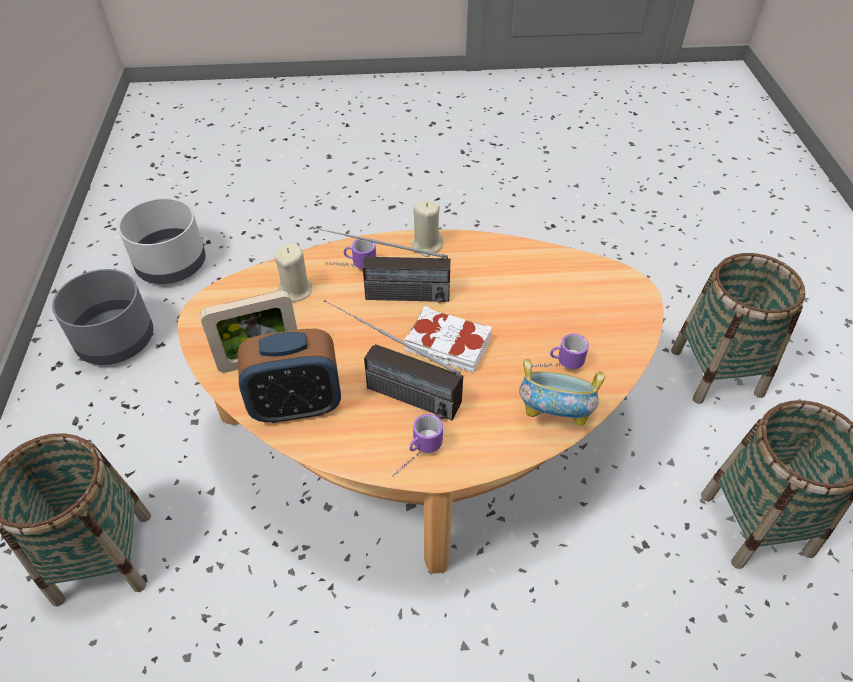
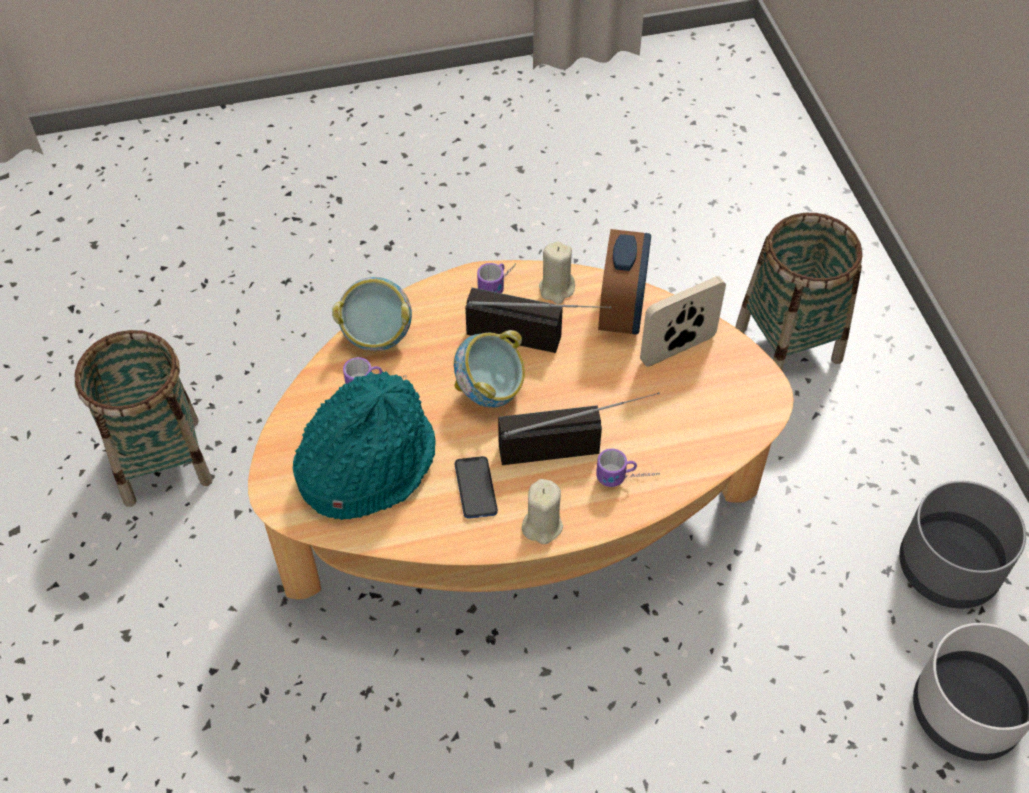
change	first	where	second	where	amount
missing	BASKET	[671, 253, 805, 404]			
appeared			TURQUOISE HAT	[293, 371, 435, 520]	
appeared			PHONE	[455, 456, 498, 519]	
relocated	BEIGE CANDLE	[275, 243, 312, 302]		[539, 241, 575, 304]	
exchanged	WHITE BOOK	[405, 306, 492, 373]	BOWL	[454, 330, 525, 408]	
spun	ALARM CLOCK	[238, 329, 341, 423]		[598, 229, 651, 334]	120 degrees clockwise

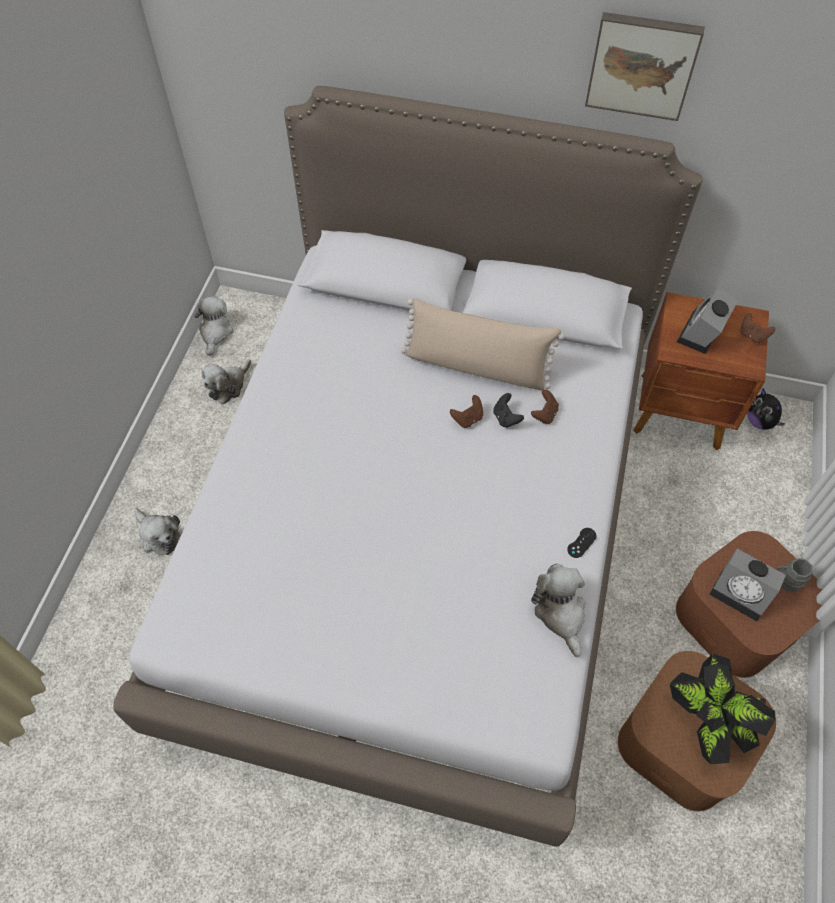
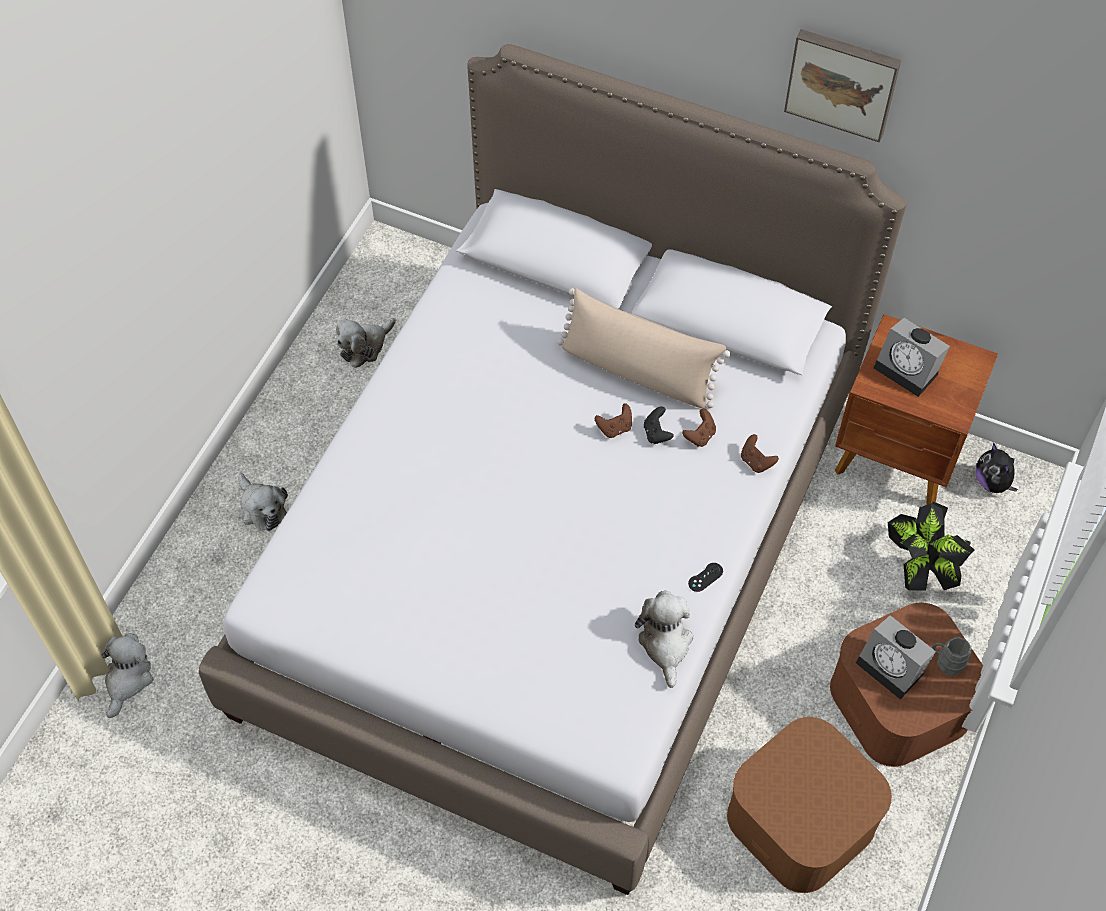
change	first	where	second	where	amount
relocated	PLUSH TOY	[194, 296, 234, 356]		[101, 634, 153, 718]	
relocated	POTTED PLANT	[670, 653, 776, 764]		[888, 502, 975, 591]	
relocated	BROWN GAME CONTROLLER	[740, 313, 775, 343]		[741, 434, 779, 473]	
spun	ALARM CLOCK	[677, 287, 737, 354]		[874, 318, 950, 397]	90 degrees counterclockwise

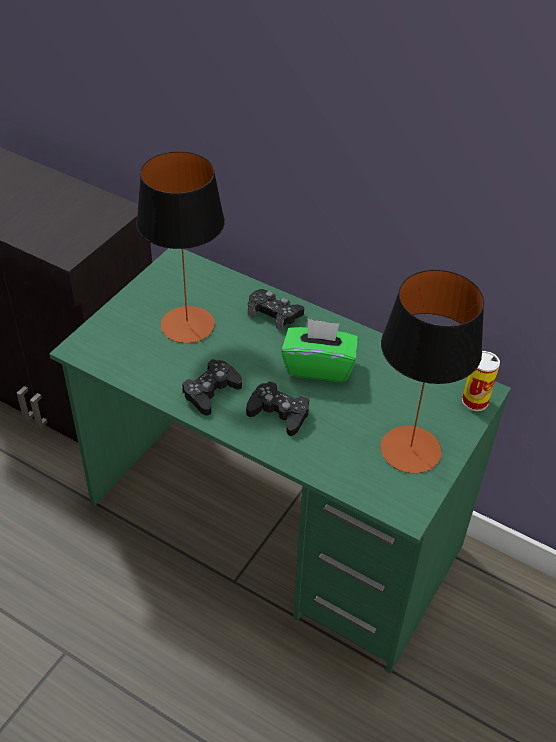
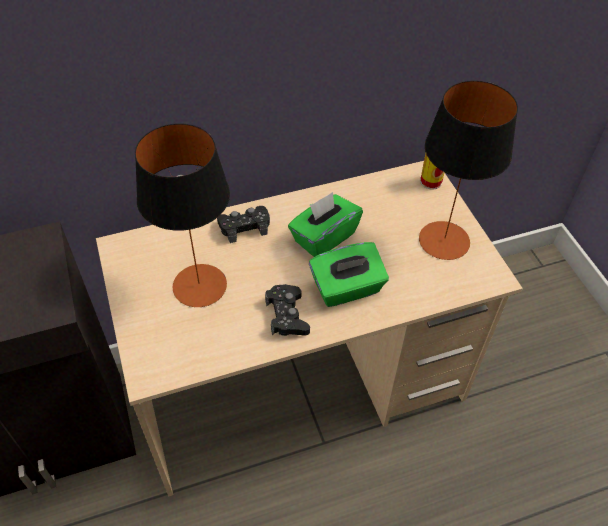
change	first	where	second	where	amount
exchanged	BLACK GAME CONTROLLER	[246, 381, 309, 436]	GREEN TISSUE BOX	[309, 242, 389, 307]	
colour	GREEN DESK	[49, 248, 511, 674]	BEIGE DESK	[96, 161, 523, 497]	

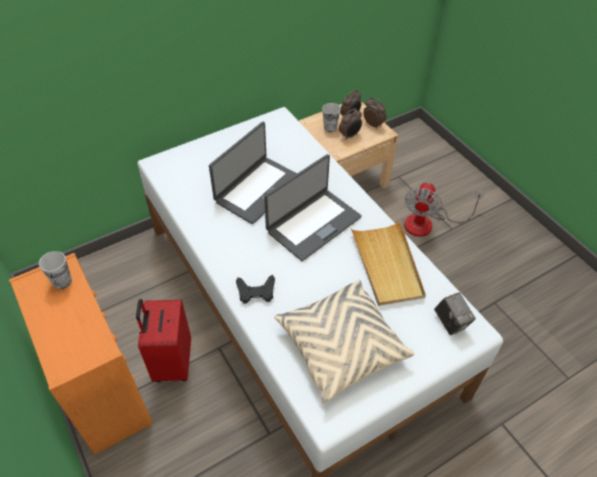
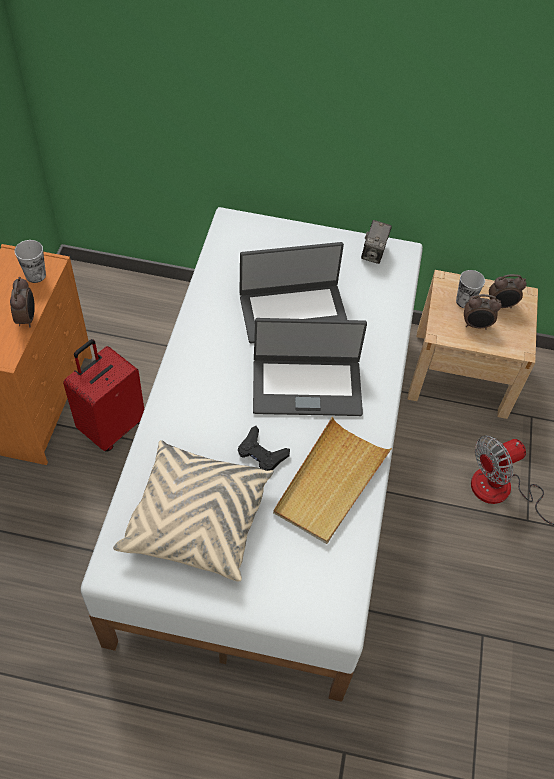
change	first	where	second	where	amount
relocated	BLACK GAME CONTROLLER	[236, 275, 275, 304]		[238, 426, 290, 471]	
relocated	ALARM CLOCK	[363, 97, 386, 129]		[10, 277, 35, 328]	
relocated	PHOTO CAMERA	[434, 292, 476, 335]		[361, 220, 392, 264]	

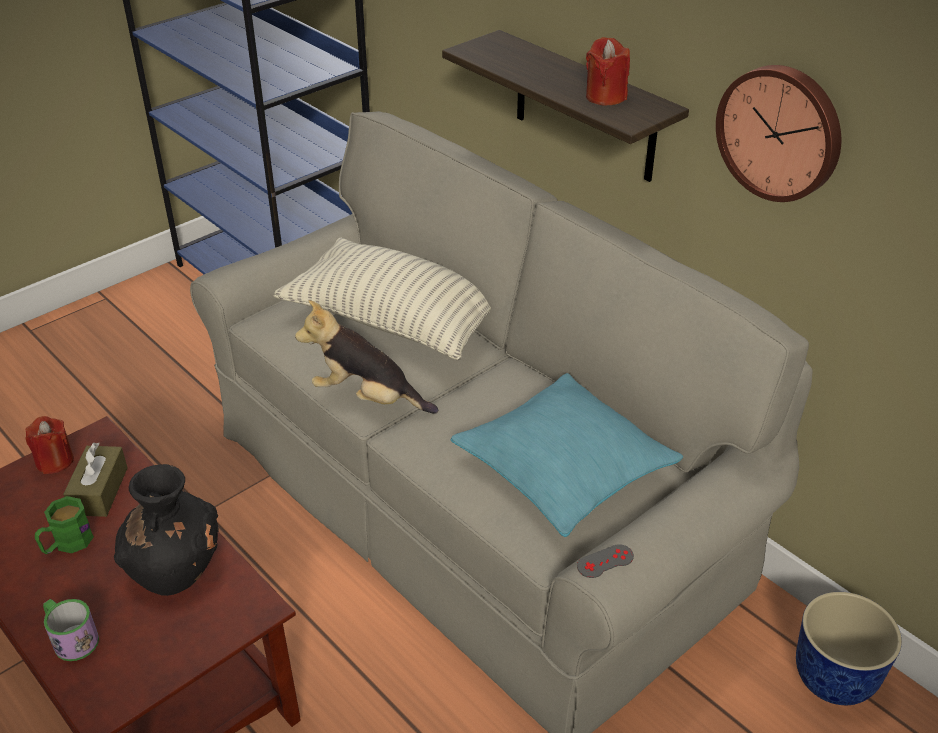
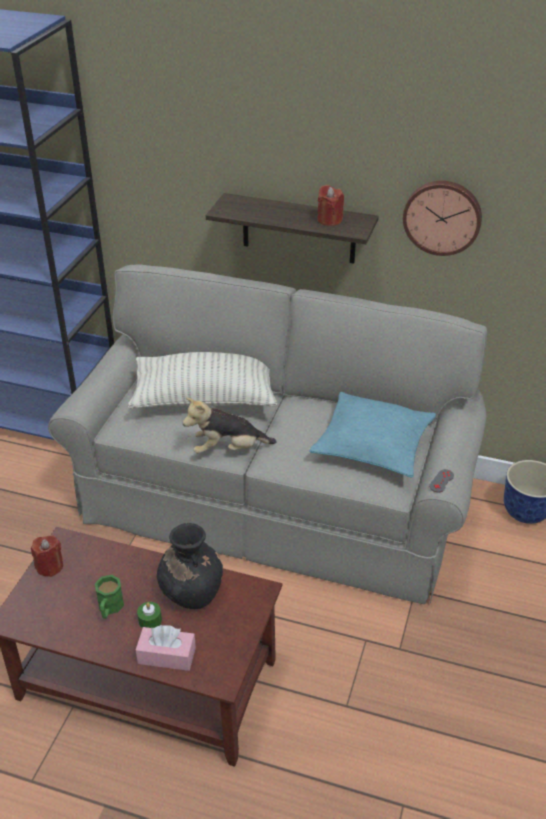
change	first	where	second	where	amount
missing	BROWN TISSUE BOX	[63, 443, 128, 517]			
appeared			GREEN CANDLE	[137, 602, 162, 628]	
exchanged	MUG	[43, 599, 99, 661]	PINK TISSUE BOX	[136, 625, 196, 671]	

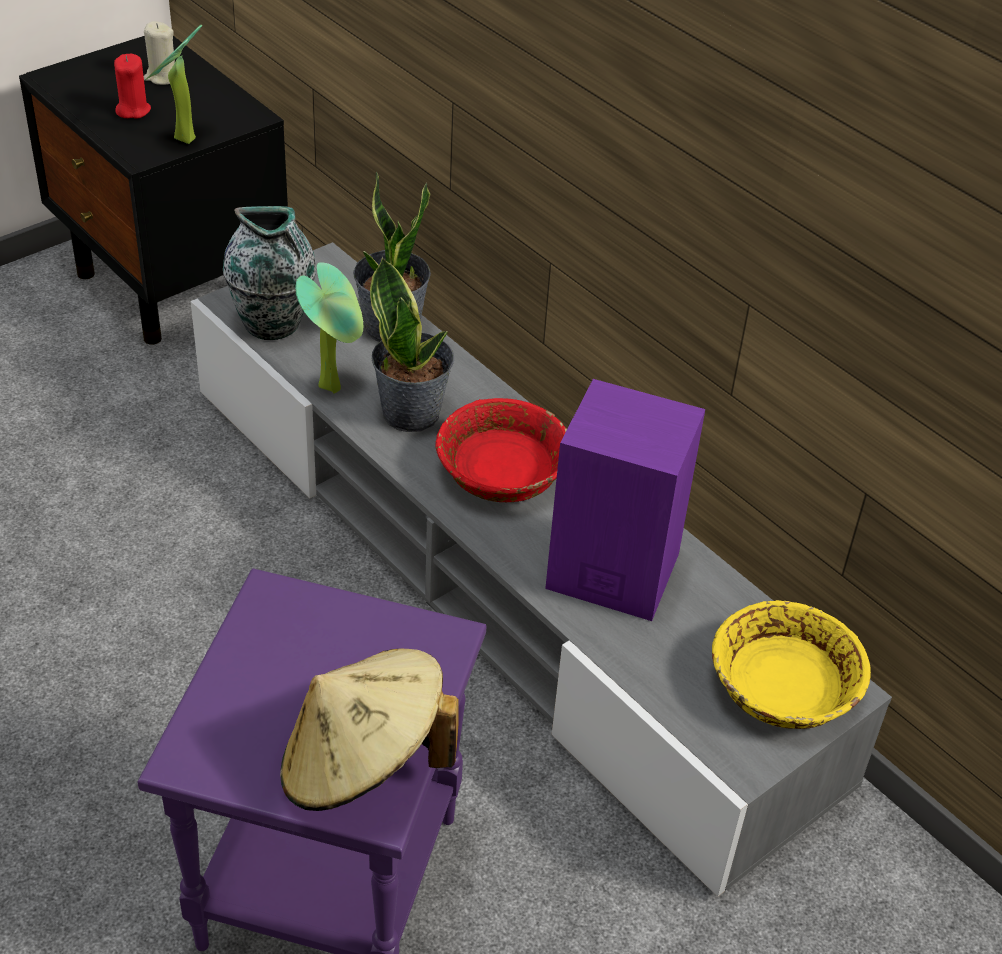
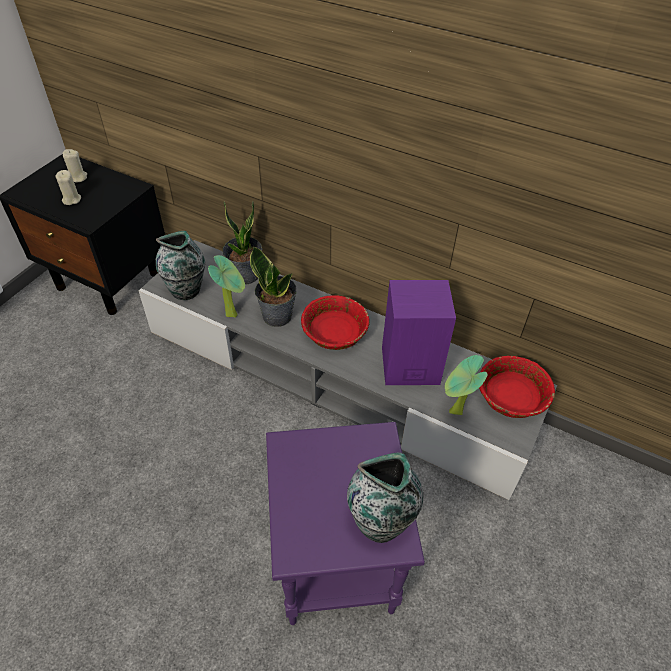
change	first	where	second	where	amount
relocated	POTTED PLANT	[145, 24, 202, 144]		[445, 355, 488, 415]	
exchanged	BEIGE HAT	[280, 648, 458, 811]	VASE	[347, 452, 423, 543]	
colour	RED CANDLE	[114, 54, 151, 119]	BEIGE CANDLE	[56, 170, 81, 205]	
colour	YELLOW BOWL	[712, 600, 871, 729]	RED BOWL	[479, 356, 555, 418]	

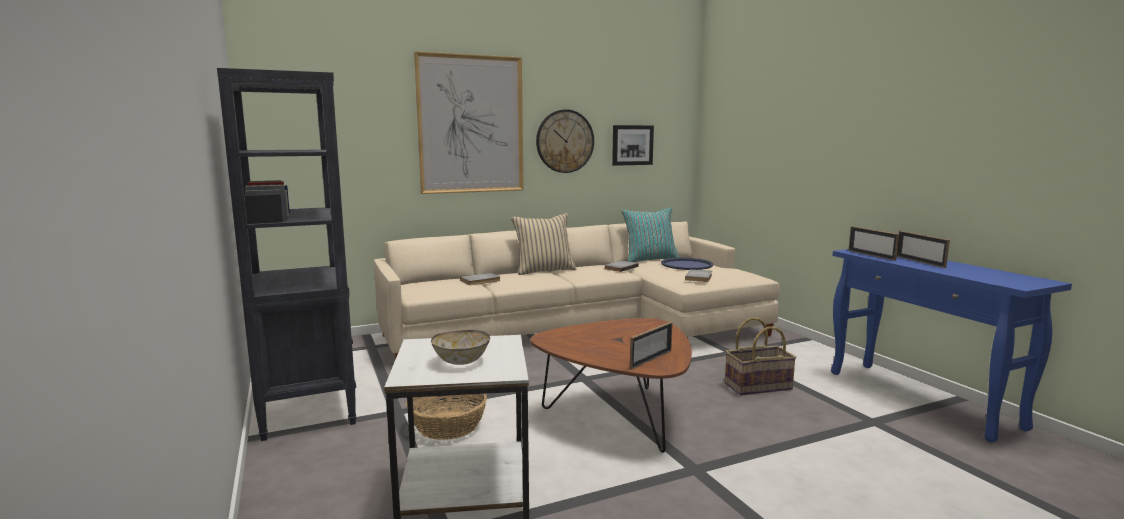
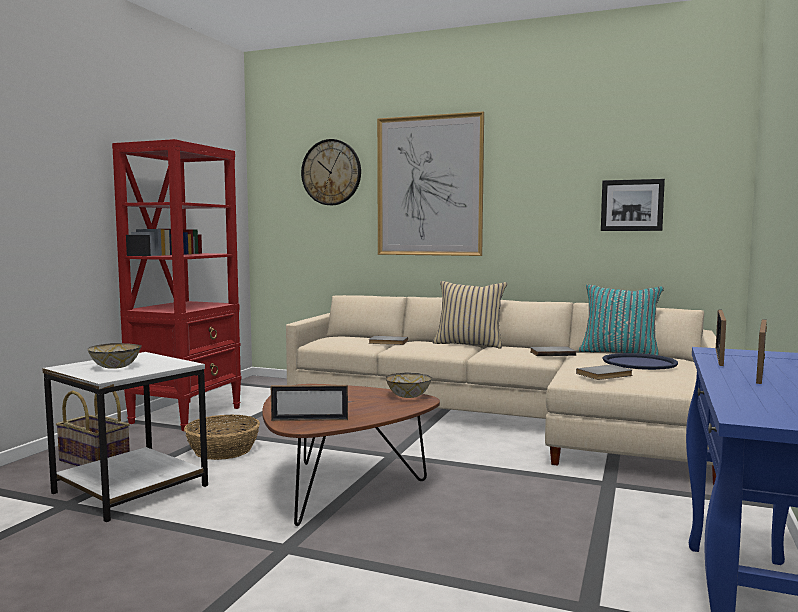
change	first	where	second	where	amount
appeared			BOWL	[386, 373, 432, 398]	
relocated	WALL CLOCK	[536, 109, 594, 173]		[301, 139, 361, 205]	
relocated	BASKET	[725, 317, 796, 395]		[56, 390, 130, 466]	
colour	BLACK BOOKCASE	[217, 68, 357, 441]	RED BOOKCASE	[112, 139, 241, 431]	

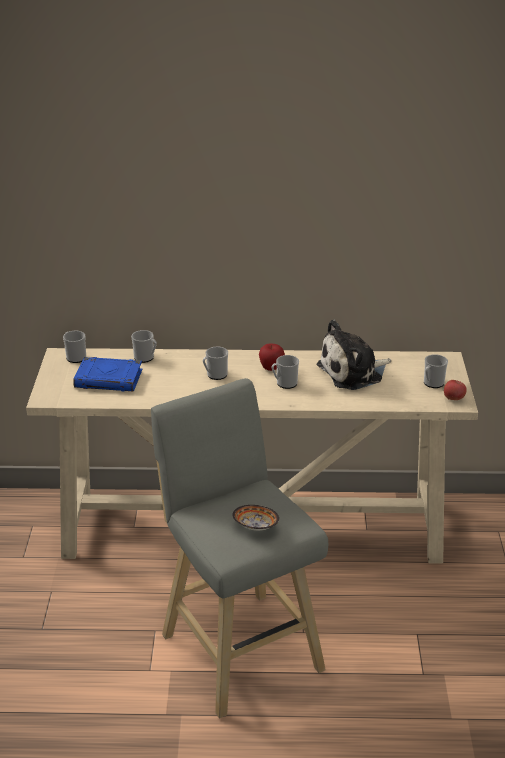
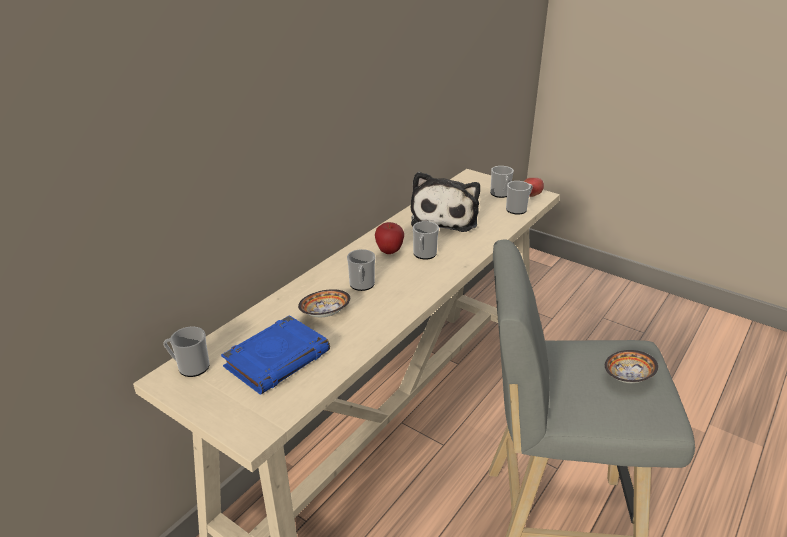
change	first	where	second	where	amount
appeared			BOWL	[298, 289, 350, 317]	
relocated	MUG	[131, 330, 157, 363]		[506, 181, 533, 215]	

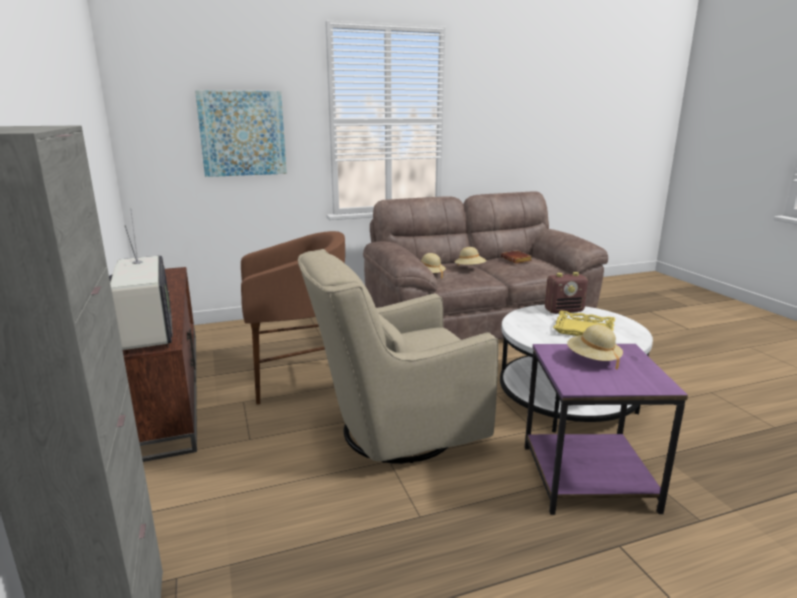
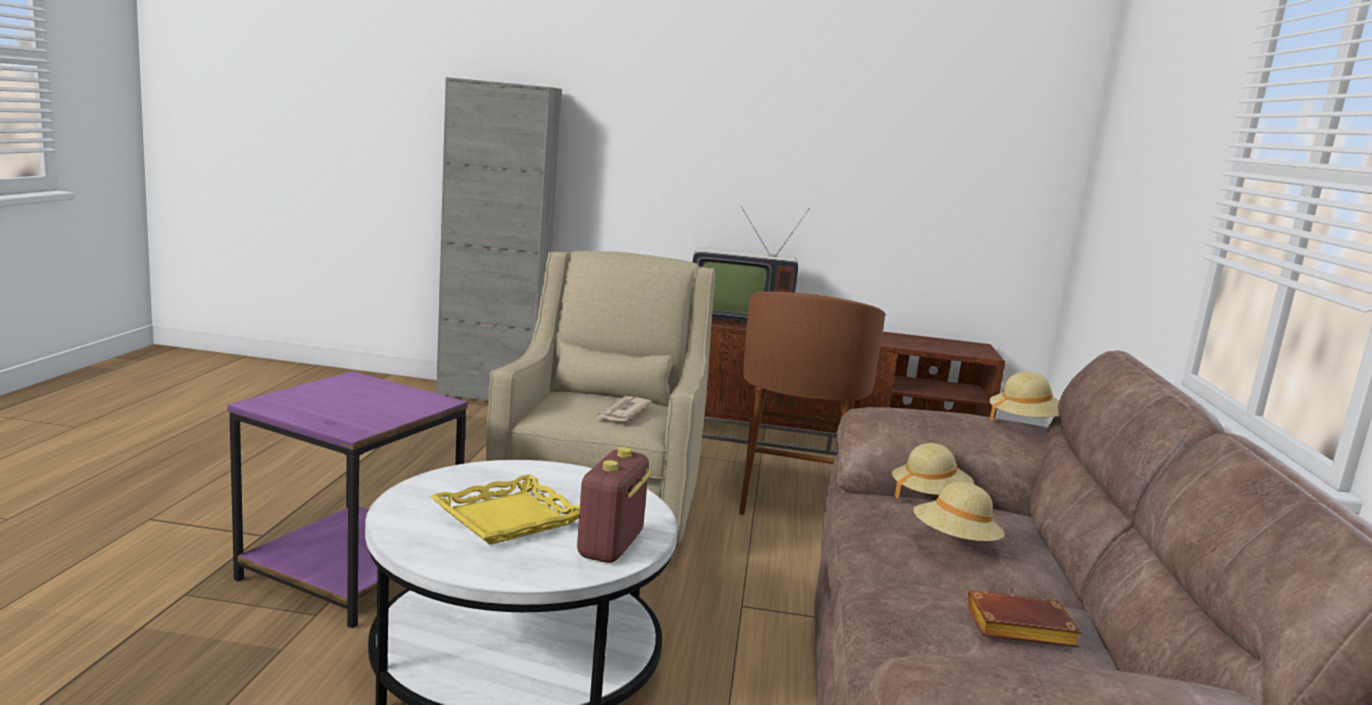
change	first	where	second	where	amount
missing	PICTURE	[195, 90, 287, 177]			
appeared			NEWSPAPER	[596, 396, 652, 422]	
relocated	BEIGE HAT	[567, 325, 623, 370]		[989, 372, 1059, 421]	

